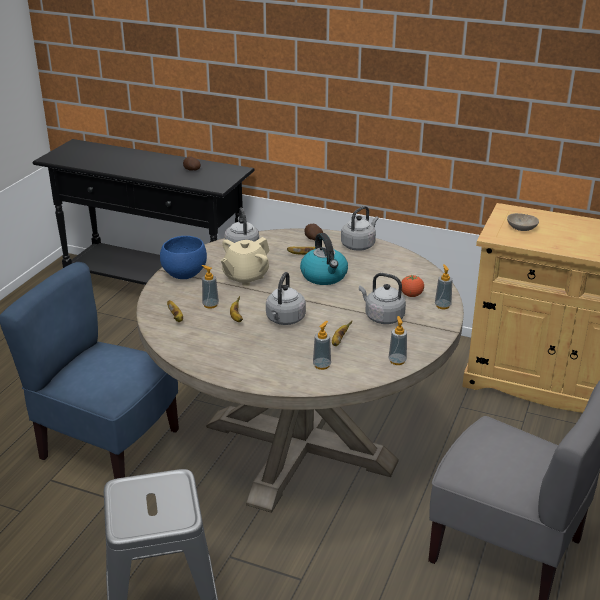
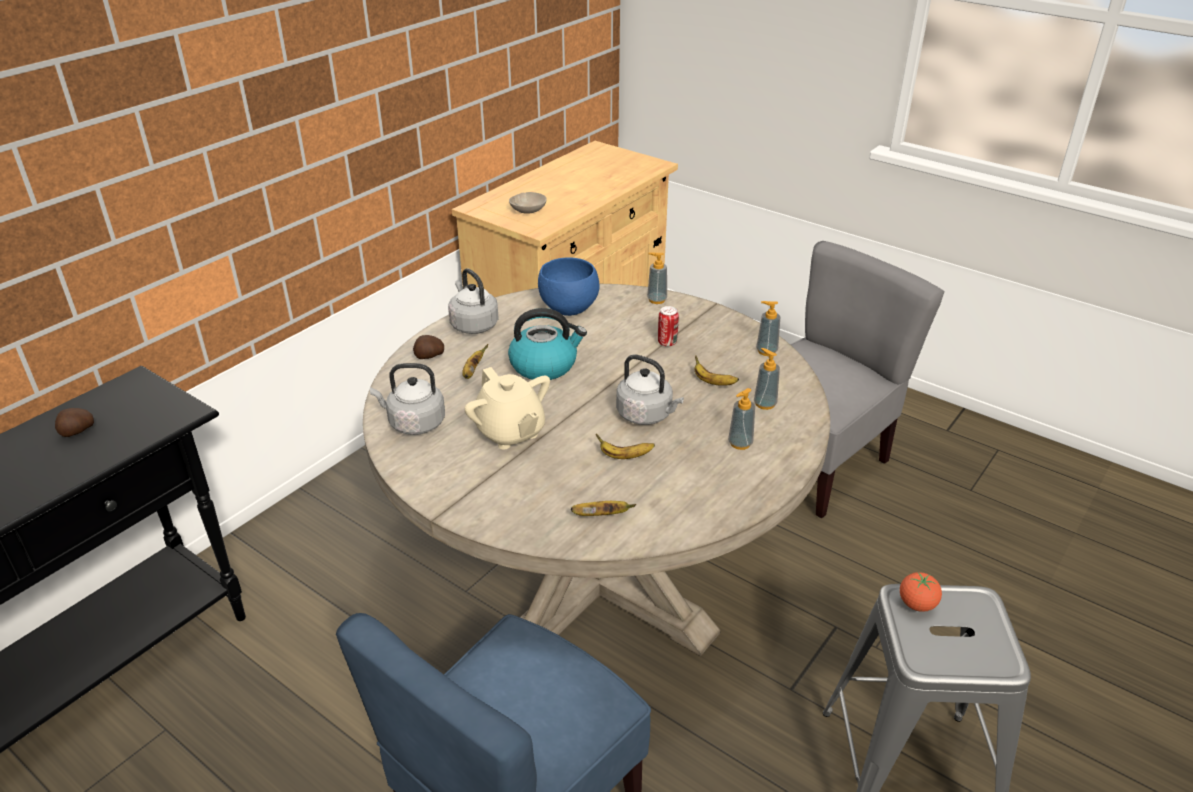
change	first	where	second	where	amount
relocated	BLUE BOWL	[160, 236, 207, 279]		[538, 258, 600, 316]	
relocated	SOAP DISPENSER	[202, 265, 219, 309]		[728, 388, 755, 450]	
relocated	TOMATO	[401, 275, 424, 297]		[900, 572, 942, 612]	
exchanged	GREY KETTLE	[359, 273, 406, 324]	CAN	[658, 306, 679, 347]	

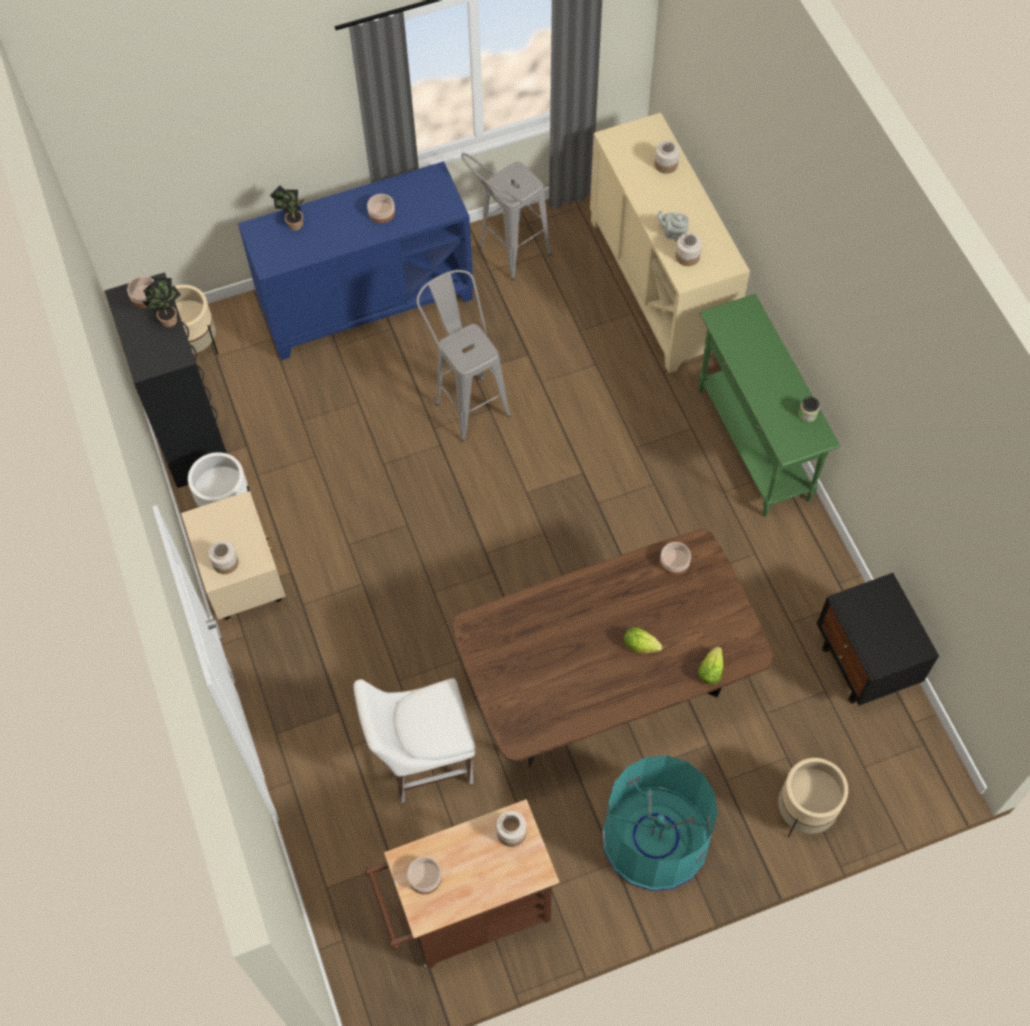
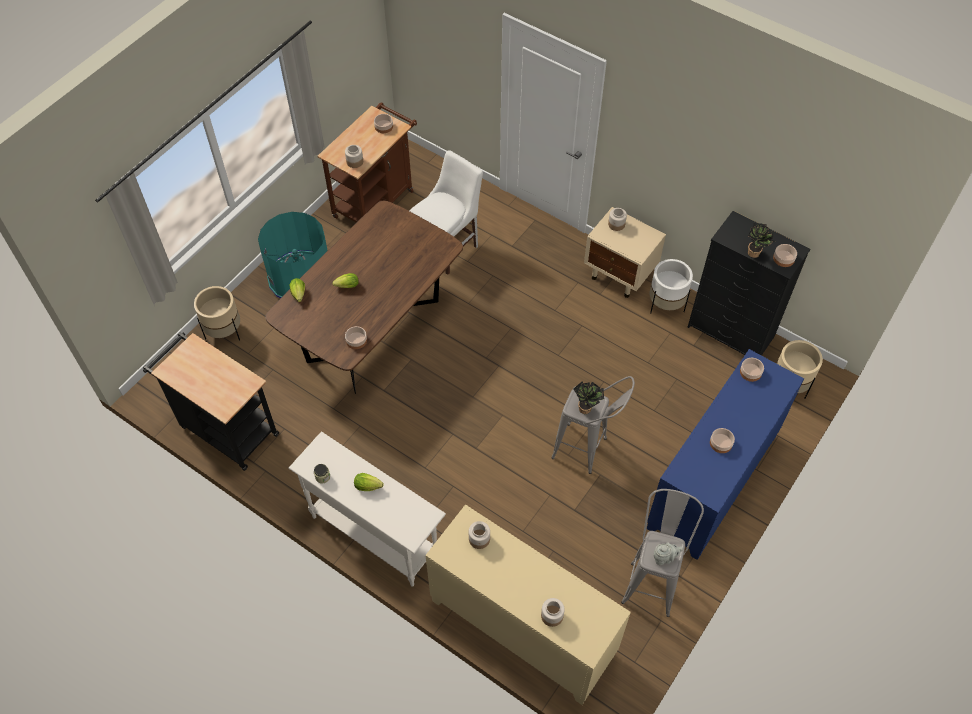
change	first	where	second	where	amount
appeared			LETTUCE	[354, 473, 383, 491]	
appeared			BOWL	[740, 358, 764, 382]	
relocated	POTTED PLANT	[270, 185, 305, 230]		[573, 382, 604, 414]	
relocated	GREY TEAPOT	[657, 210, 689, 242]		[653, 542, 683, 565]	
exchanged	BLACK NIGHTSTAND	[817, 573, 939, 706]	BLACK CART	[143, 332, 279, 471]	
colour	GREEN CONSOLE TABLE	[698, 294, 841, 517]	WHITE CONSOLE TABLE	[289, 431, 446, 587]	

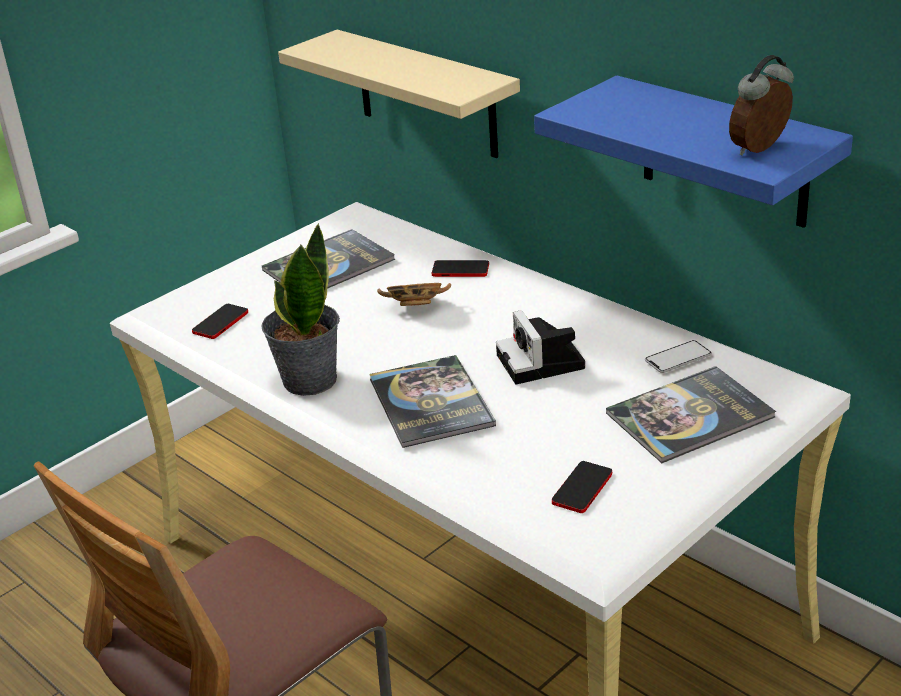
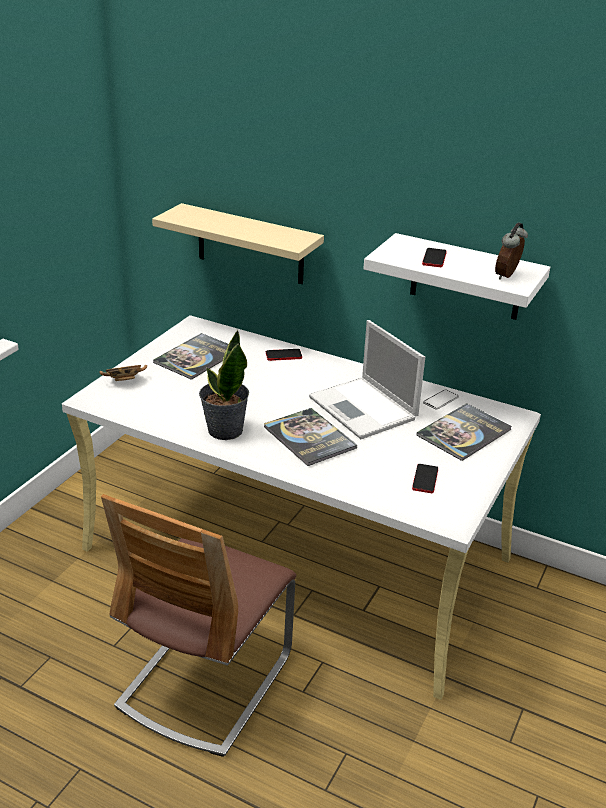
change	first	where	second	where	amount
relocated	PHONE	[192, 304, 248, 339]		[422, 248, 447, 267]	
relocated	BOWL	[377, 283, 451, 306]		[99, 365, 147, 381]	
exchanged	PHOTO CAMERA	[496, 310, 585, 385]	LAPTOP	[309, 320, 425, 439]	
colour	BLUE SHELF	[534, 76, 853, 228]	WHITE SHELF	[363, 233, 550, 320]	

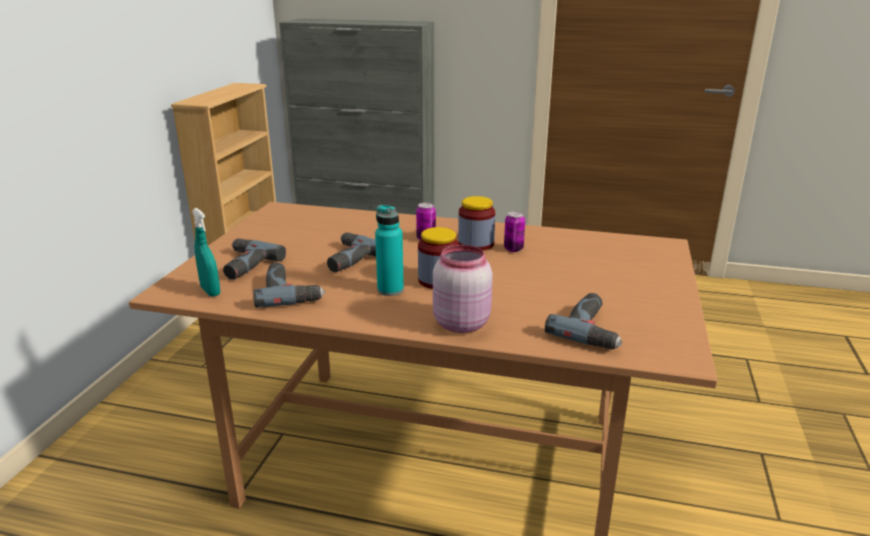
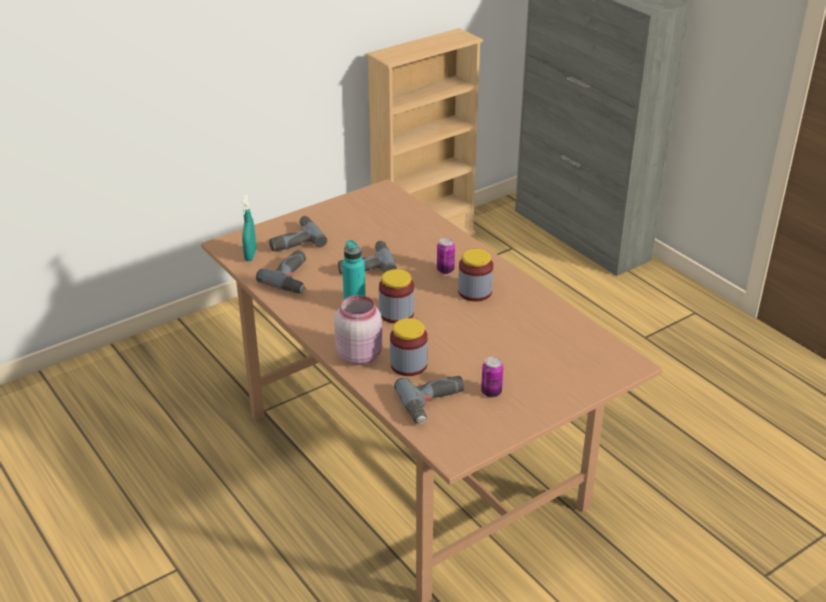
change	first	where	second	where	amount
appeared			JAR	[390, 318, 428, 376]	
relocated	CAN	[504, 211, 525, 252]		[481, 357, 503, 397]	

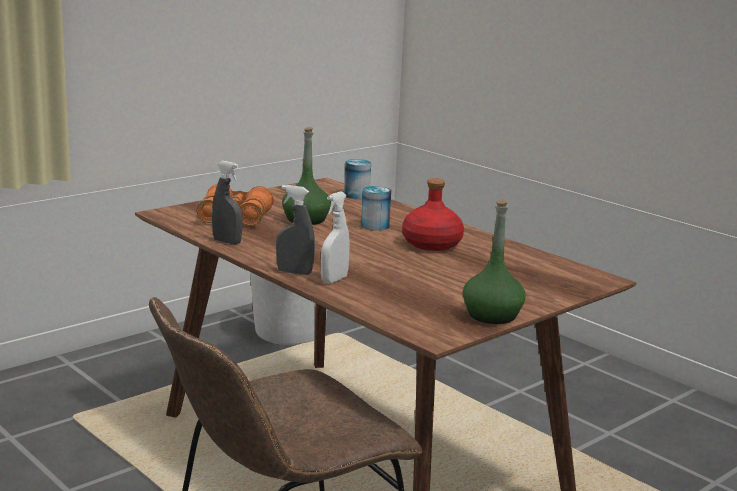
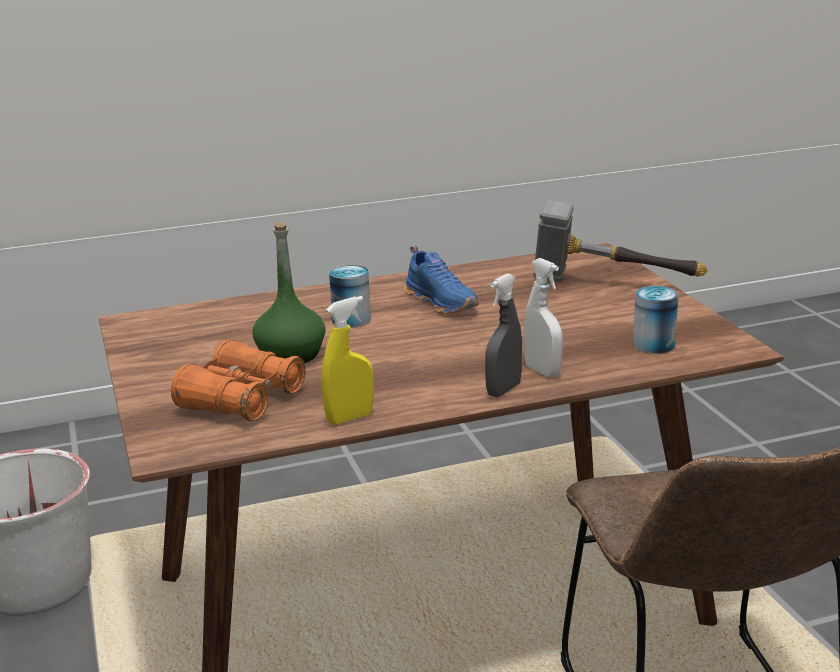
change	first	where	second	where	amount
missing	GREEN BOTTLE	[463, 200, 526, 324]			
appeared			HAMMER	[533, 200, 708, 282]	
relocated	CAN	[344, 159, 371, 199]		[633, 286, 679, 354]	
exchanged	RED BOTTLE	[402, 178, 464, 251]	BLUE SHOE	[404, 246, 479, 314]	
colour	GREY SPRAY BOTTLE	[212, 161, 242, 245]	YELLOW SPRAY BOTTLE	[322, 296, 374, 425]	

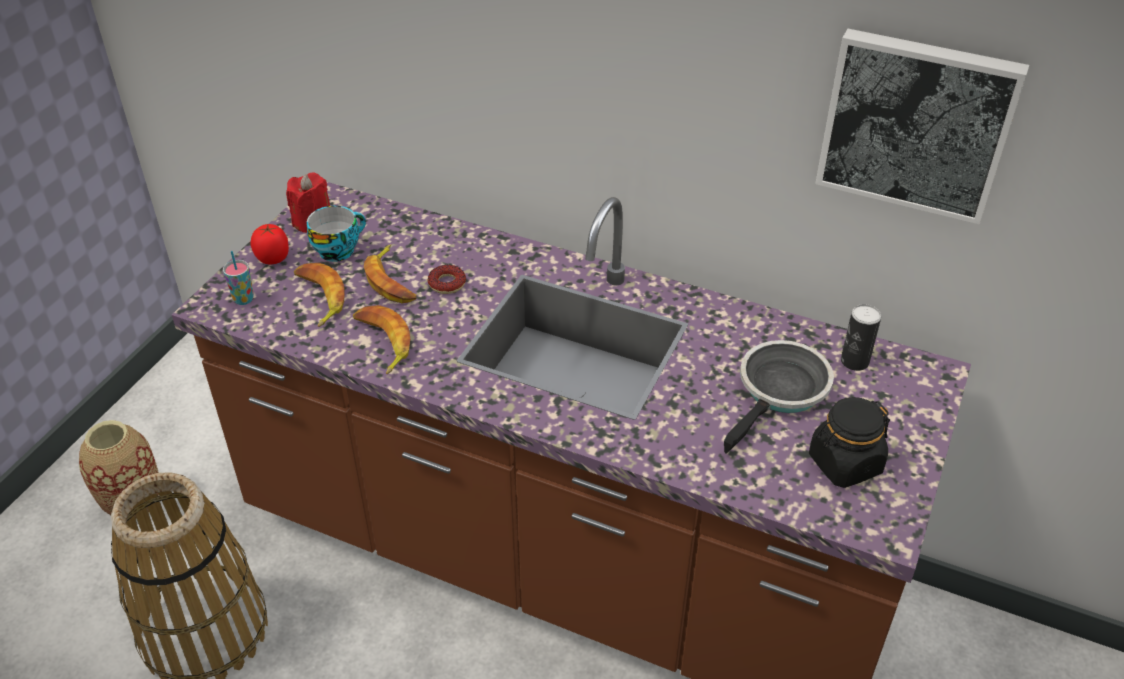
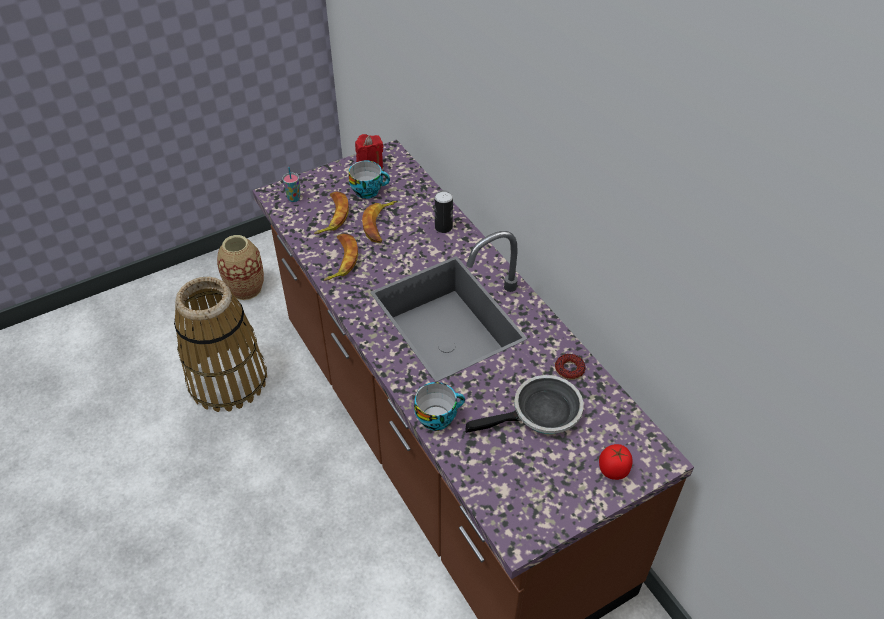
change	first	where	second	where	amount
missing	BLACK JAR	[809, 397, 890, 488]			
missing	PICTURE	[815, 29, 1029, 224]			
appeared			CUP	[414, 382, 465, 431]	
relocated	TOMATO	[251, 224, 289, 265]		[599, 444, 633, 480]	
relocated	DONUT	[428, 265, 466, 294]		[555, 354, 586, 380]	
relocated	CAN	[841, 304, 881, 371]		[435, 190, 453, 233]	

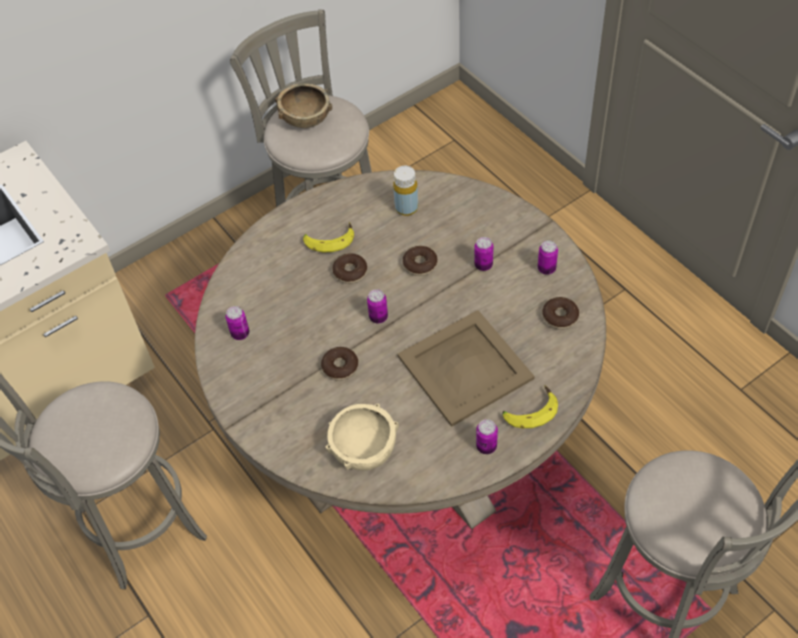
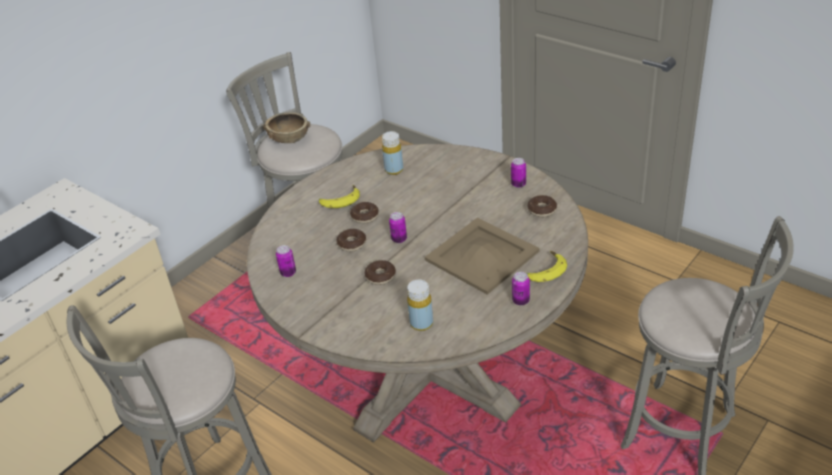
change	first	where	second	where	amount
missing	CAN	[474, 237, 493, 271]			
relocated	DONUT	[403, 246, 437, 276]		[336, 229, 366, 252]	
exchanged	BEIGE BOWL	[326, 404, 399, 471]	YELLOW BOTTLE	[407, 280, 433, 331]	

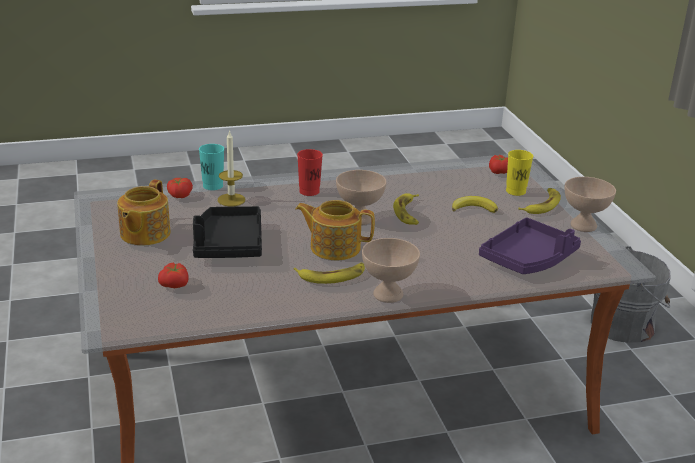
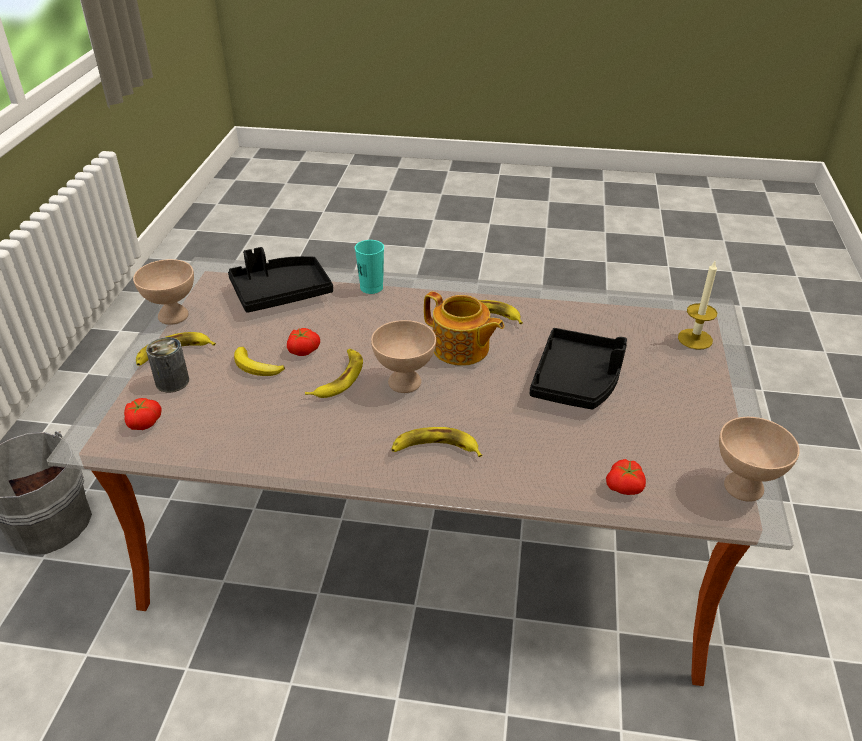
change	first	where	second	where	amount
missing	TEAPOT	[117, 179, 171, 245]			
relocated	TOMATO	[158, 263, 189, 288]		[287, 328, 320, 356]	
relocated	TURQUOISE CUP	[199, 144, 224, 190]		[355, 240, 384, 294]	
relocated	CANDLE	[218, 130, 245, 206]		[678, 261, 717, 350]	
relocated	BEIGE BOWL	[362, 238, 420, 303]		[719, 417, 800, 502]	
exchanged	RED CUP	[297, 149, 323, 196]	BANANA	[391, 427, 482, 457]	
exchanged	YELLOW CUP	[506, 150, 533, 196]	CAN	[146, 337, 189, 393]	
colour	PURPLE TRAY	[479, 217, 581, 274]	BLACK TRAY	[228, 247, 333, 313]	

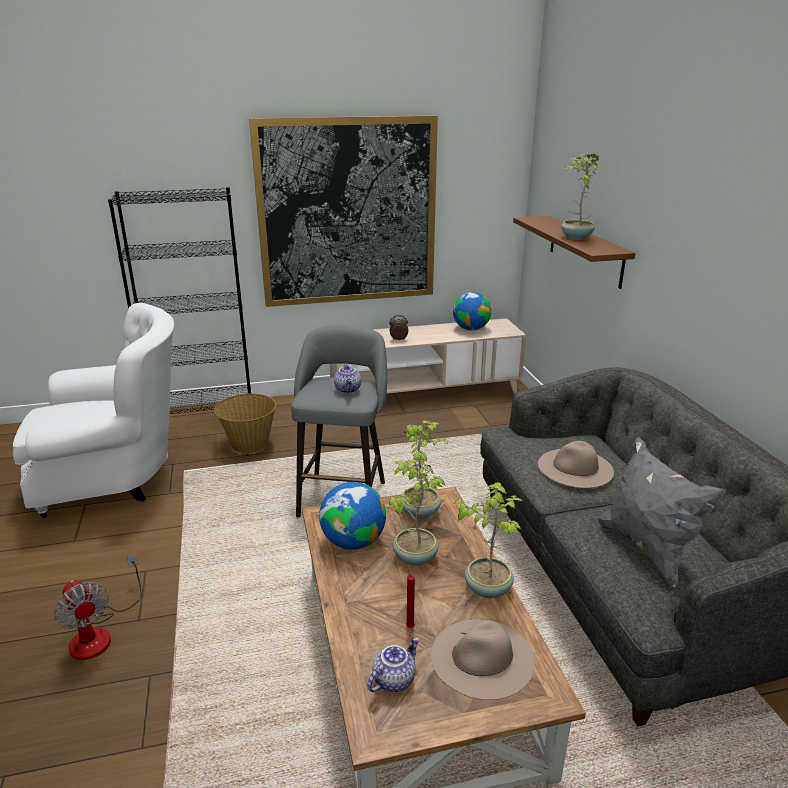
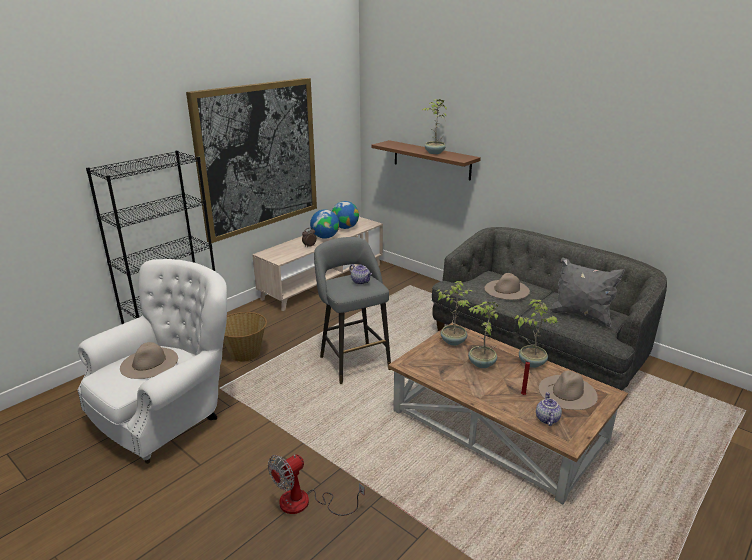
change	first	where	second	where	amount
appeared			BEIGE HAT	[120, 342, 178, 379]	
relocated	GLOBE	[319, 482, 386, 550]		[310, 209, 339, 239]	
spun	FAN	[54, 553, 141, 660]		[268, 454, 365, 516]	120 degrees clockwise

